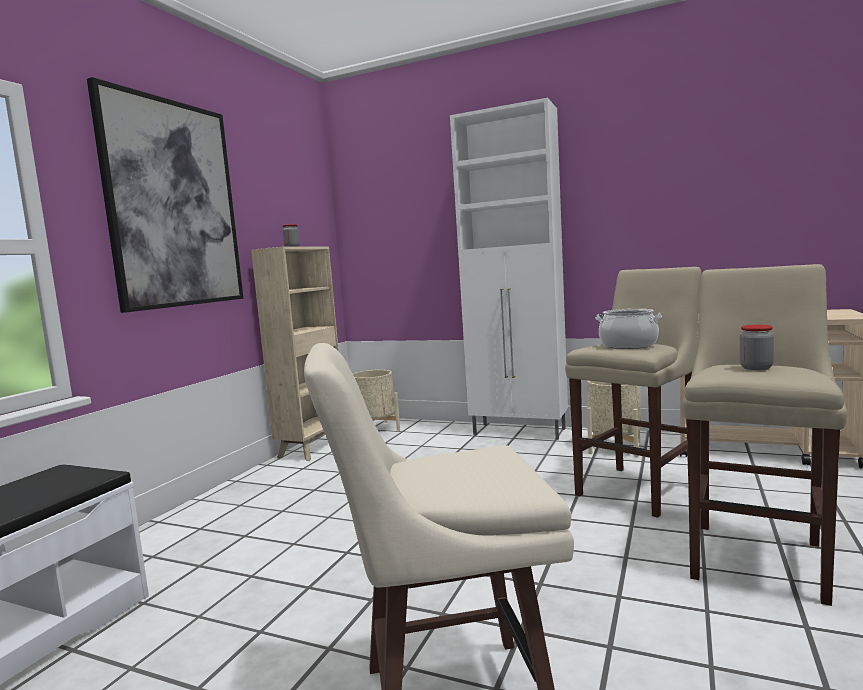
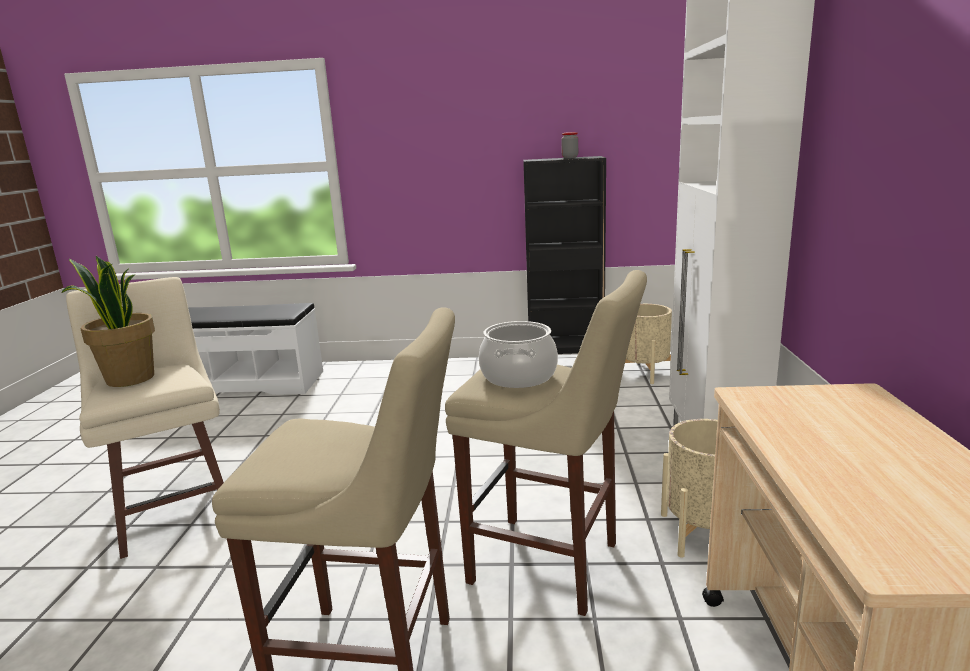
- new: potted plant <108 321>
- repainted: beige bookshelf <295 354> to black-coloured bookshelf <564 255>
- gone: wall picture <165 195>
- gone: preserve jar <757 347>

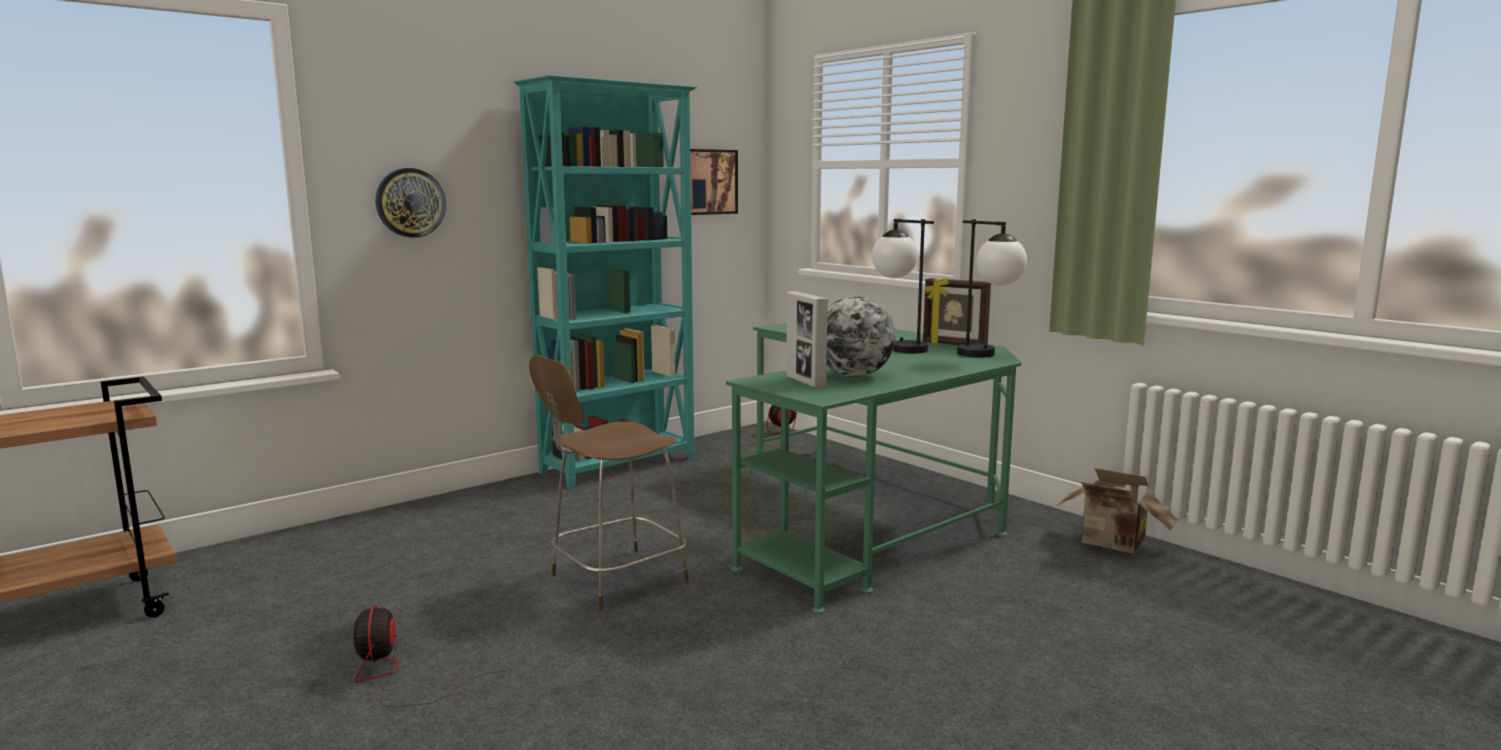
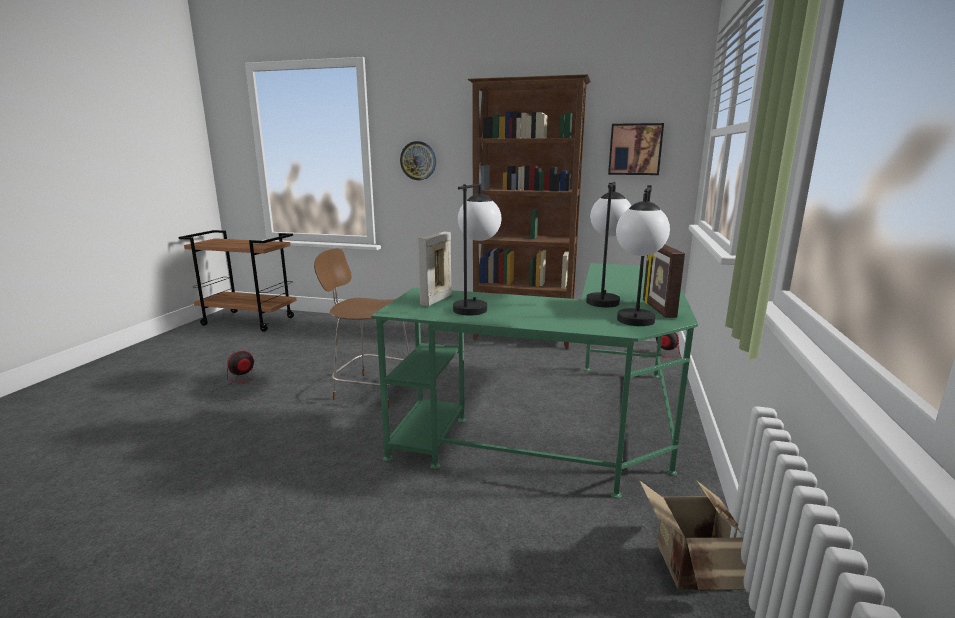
- swapped: world globe <860 336> to table lamp <477 249>
- repainted: turquoise bookshelf <605 282> to brownish bookshelf <529 211>

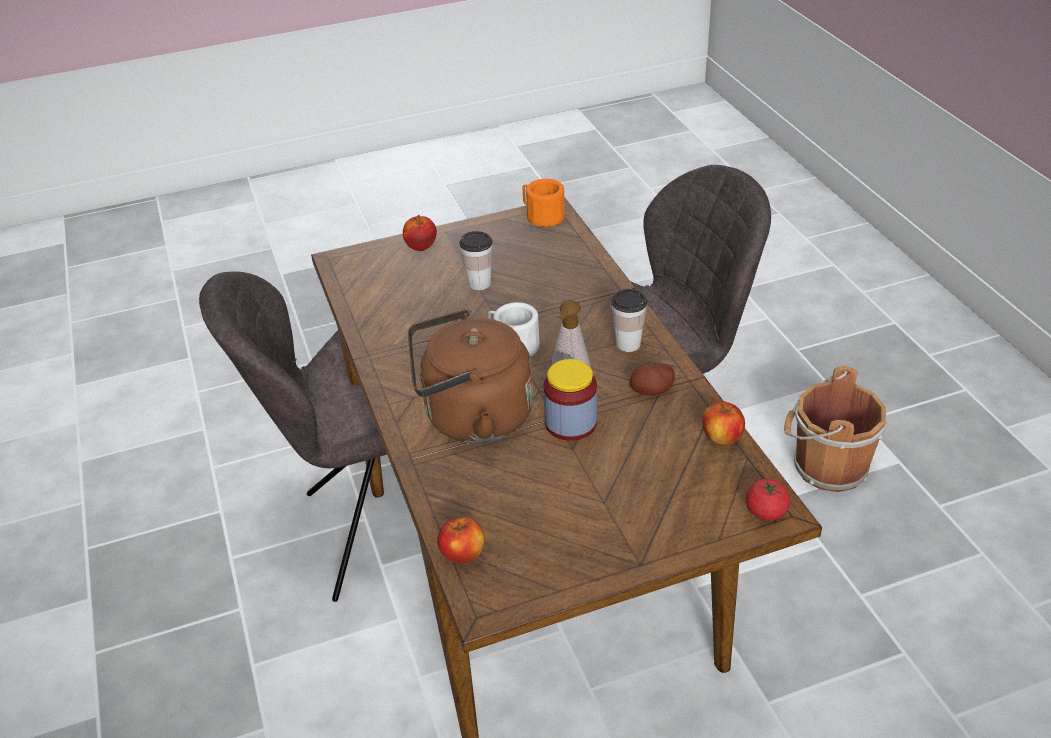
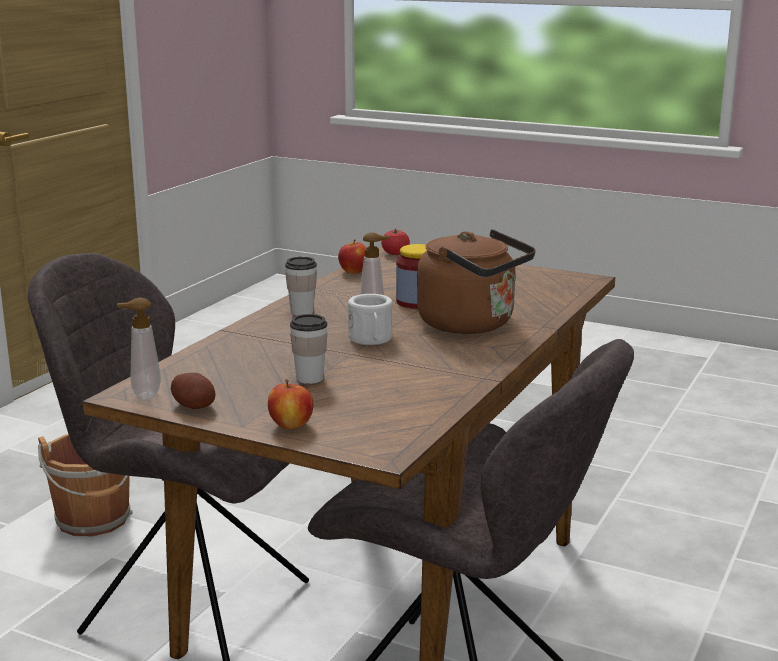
- swapped: orangey mug <544 203> to soap bottle <139 349>
- shifted: whole potato <652 379> to <193 391>
- gone: whole apple <460 540>

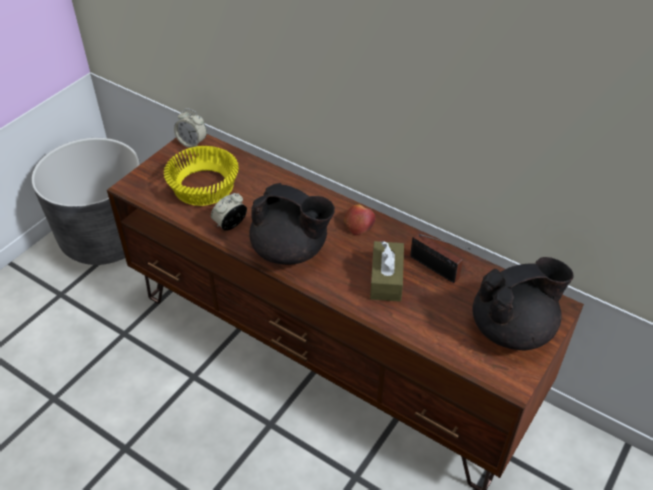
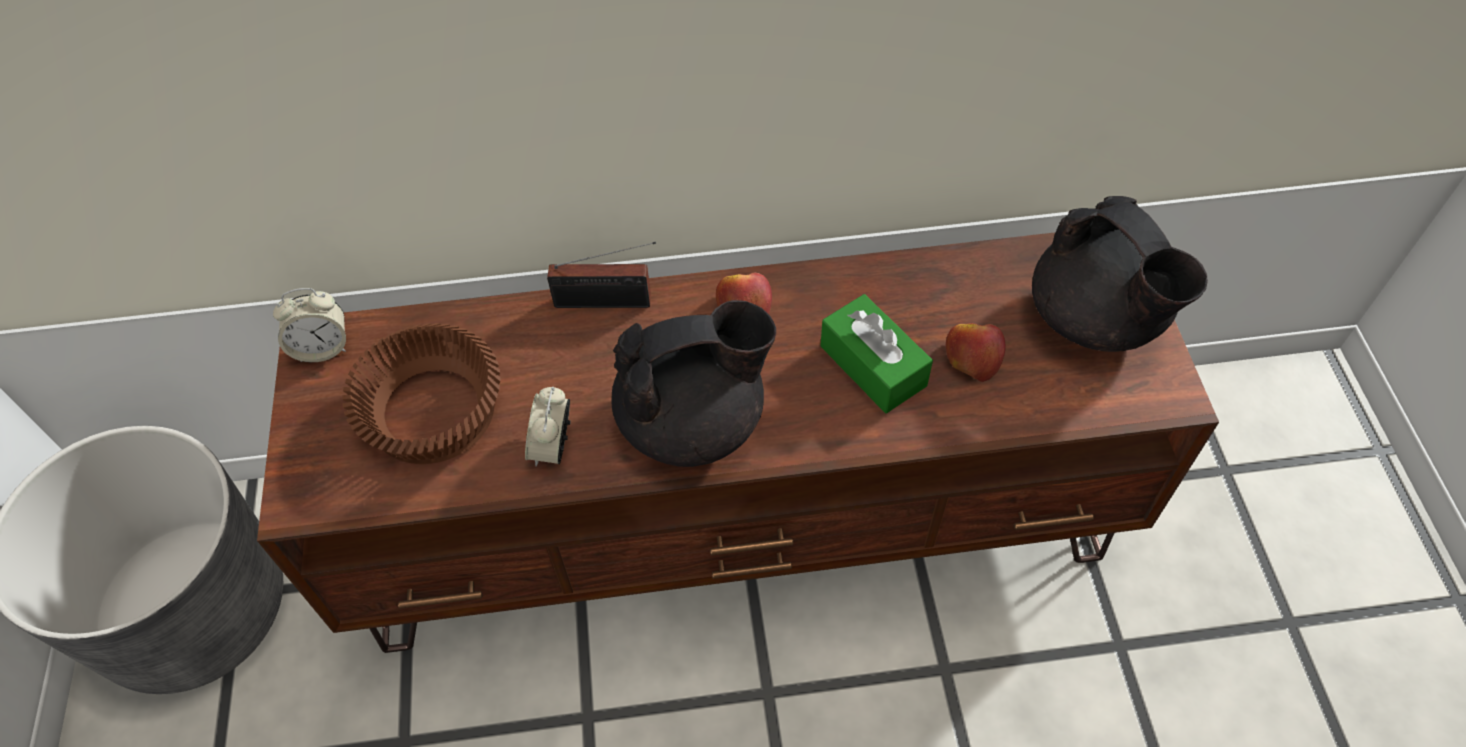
- repainted: yellow-coloured bowl <201 176> to brownish bowl <421 393>
- shifted: radio set <440 258> to <601 275>
- repainted: brownish box of tissues <387 271> to green-coloured box of tissues <876 353>
- new: whole apple <976 352>
- rotated: black-coloured teapot <523 303> = <1120 274> 120 degrees clockwise

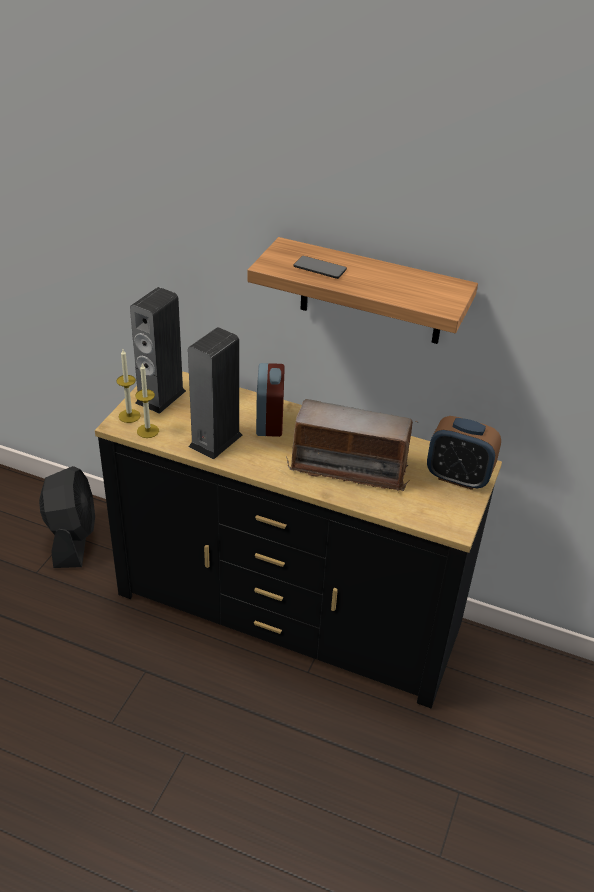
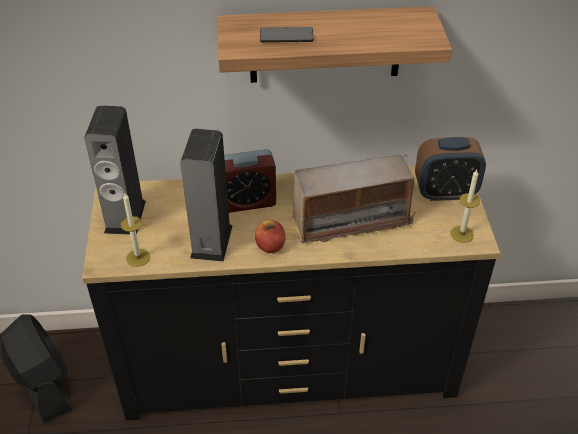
- rotated: alarm clock <270 400> = <250 181> 105 degrees clockwise
- new: whole apple <270 236>
- shifted: candle <128 386> to <465 206>

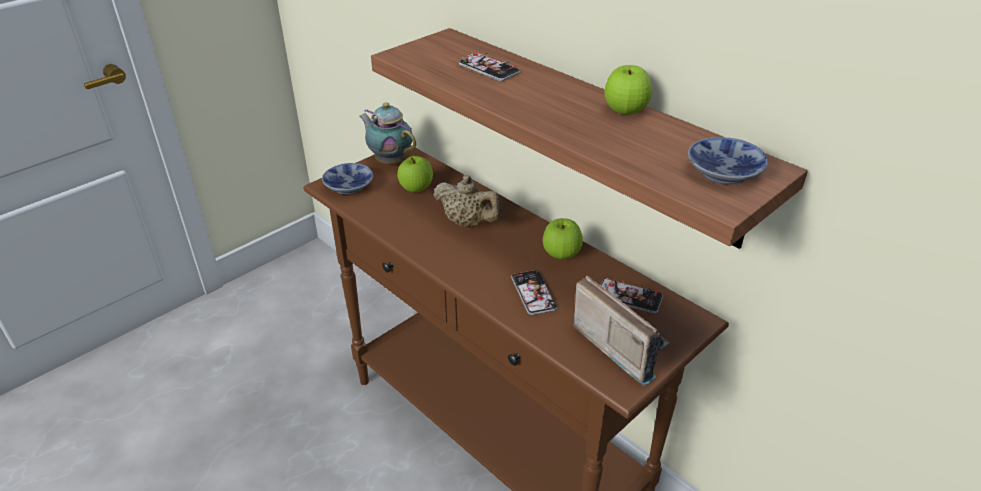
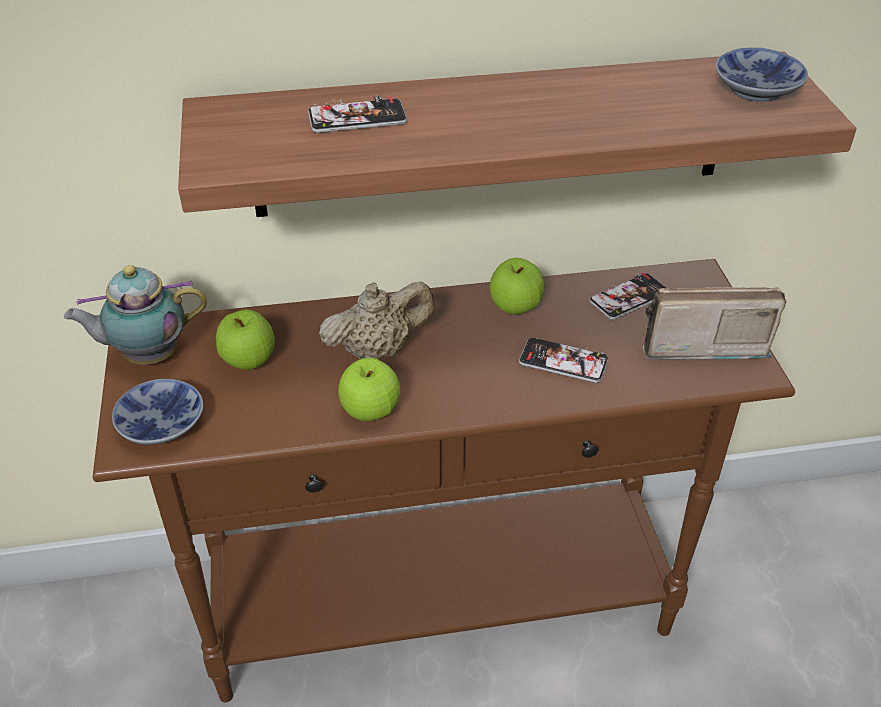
- shifted: whole apple <628 90> to <369 389>

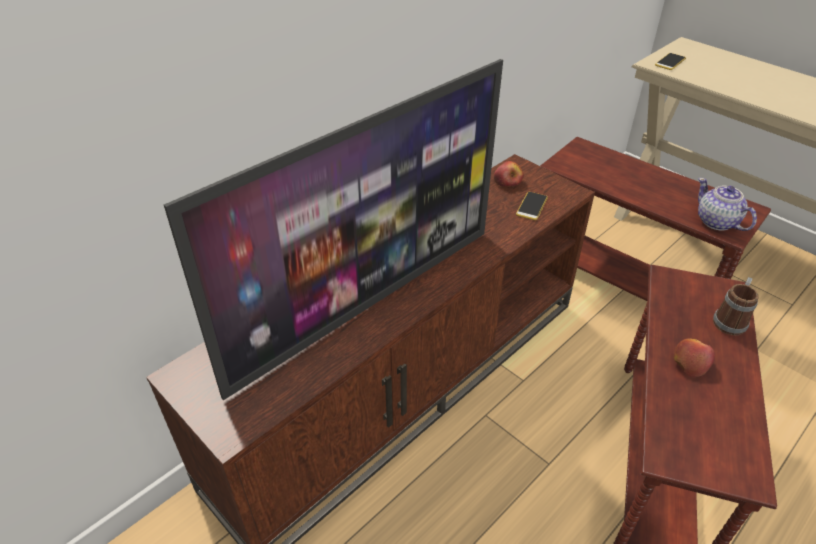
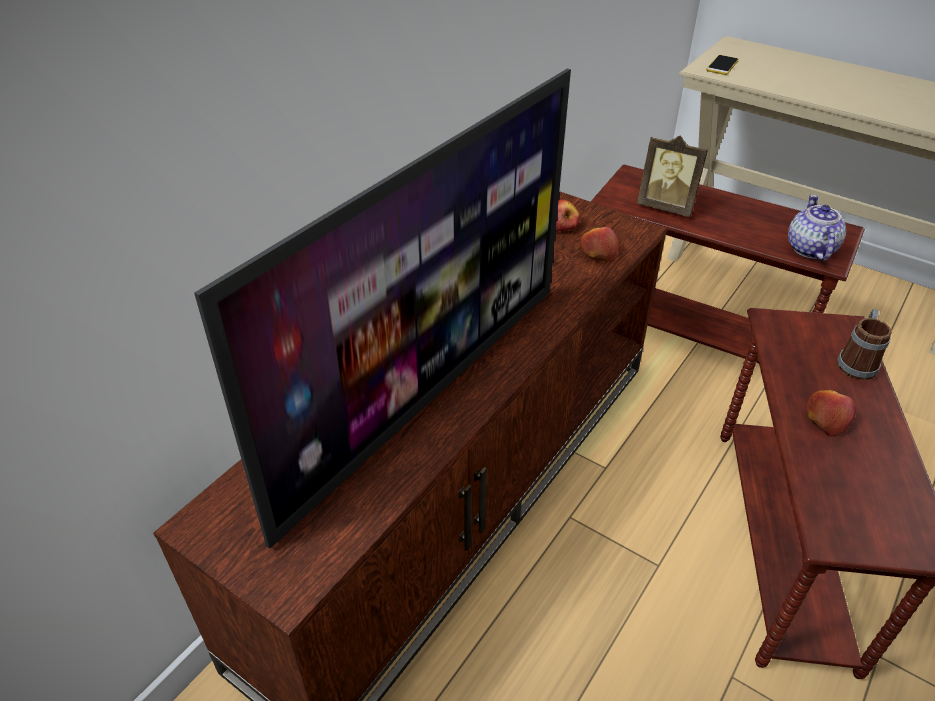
- swapped: phone <532 206> to whole apple <599 244>
- new: standing frame <672 176>
- rotated: teapot <727 204> = <817 227> 45 degrees clockwise

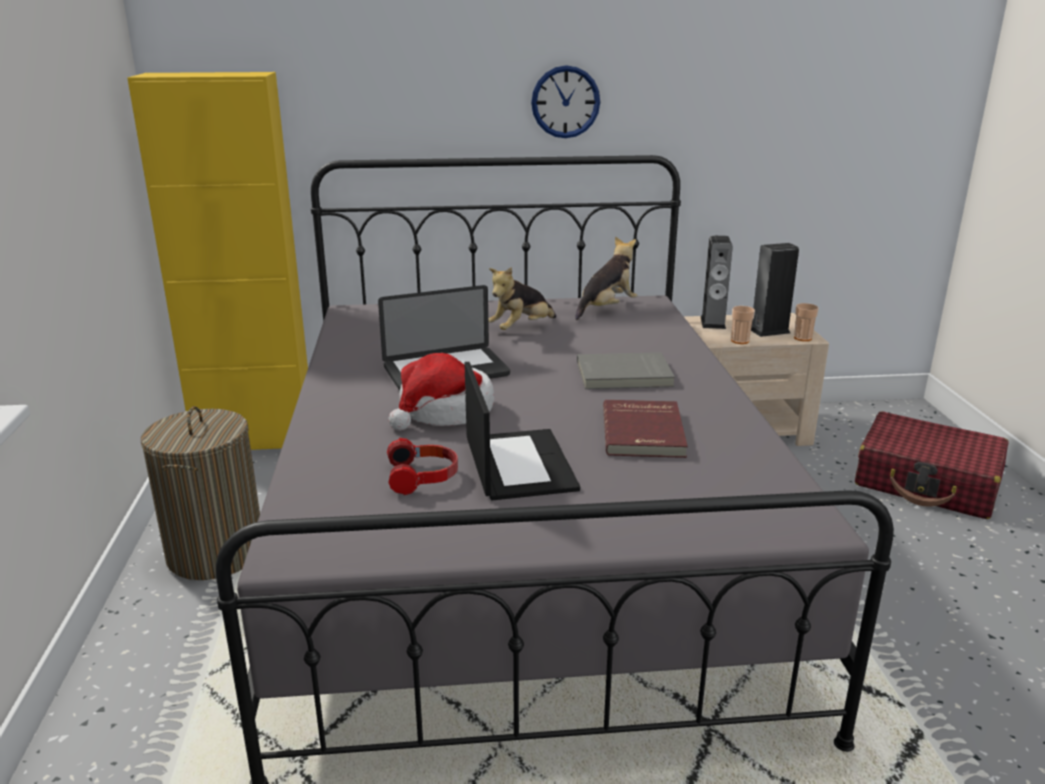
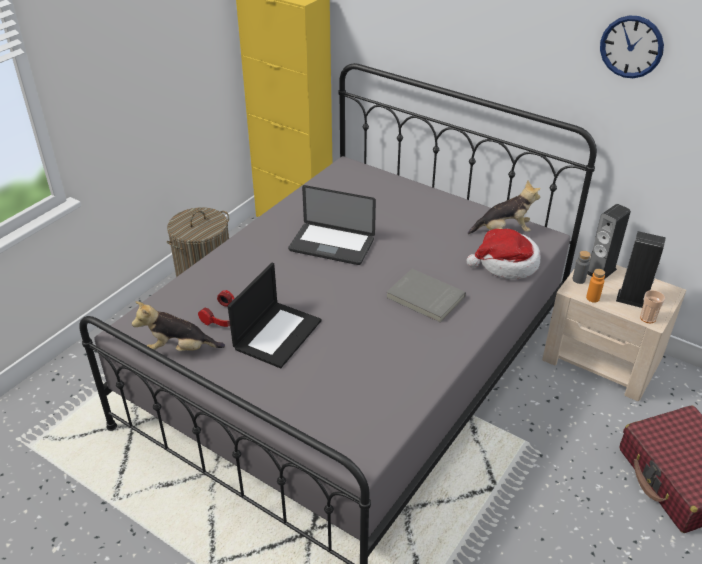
- shifted: soft toy <522 298> to <178 326>
- shifted: clothing hat <441 392> to <503 254>
- new: gray beverage bottle <581 267>
- swapped: cup <743 325> to orangey beverage bottle <595 286>
- shifted: wall clock <565 101> to <632 47>
- gone: red volume <645 429>

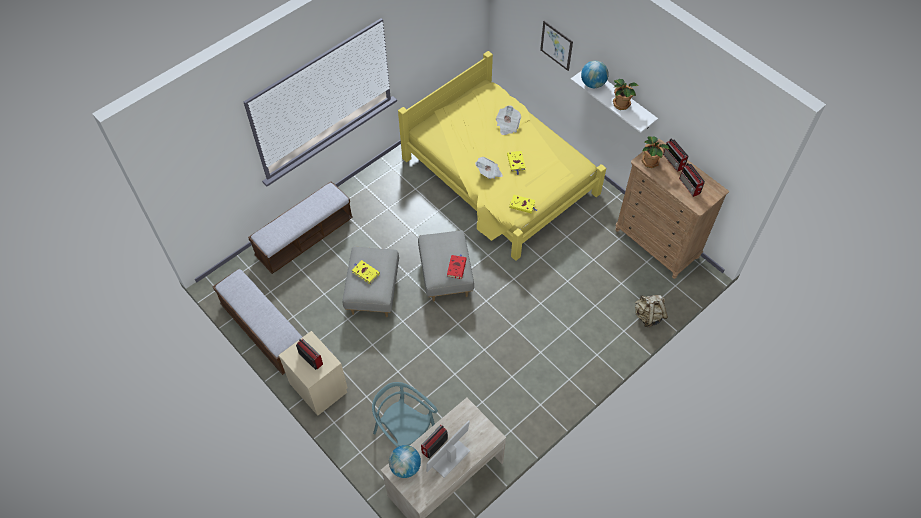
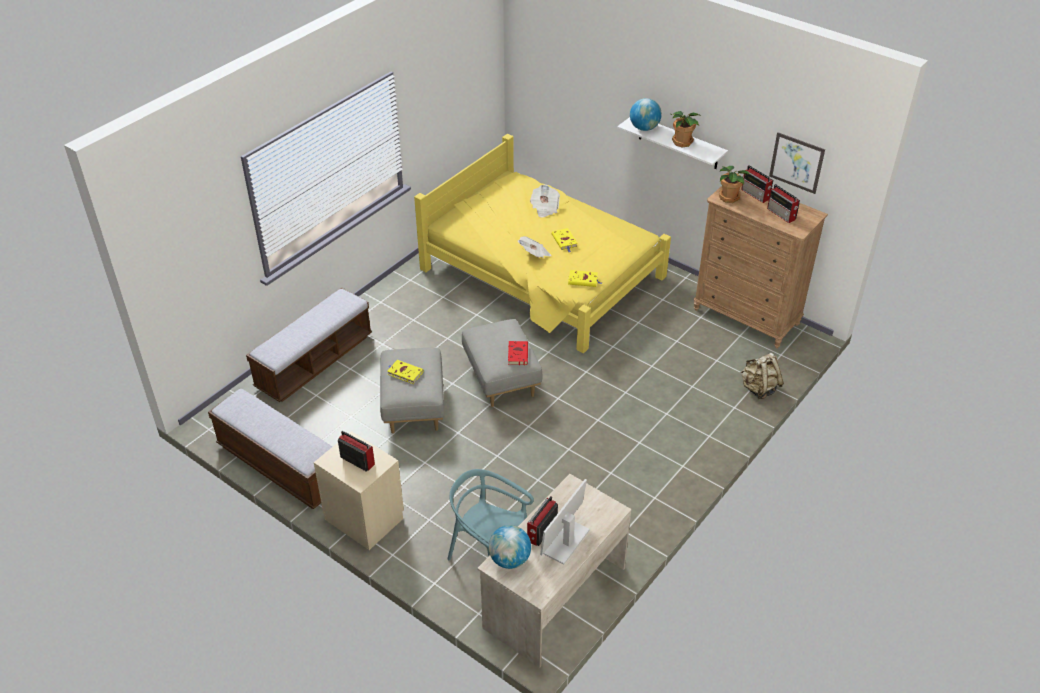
- shifted: wall picture <556 46> to <797 163>

